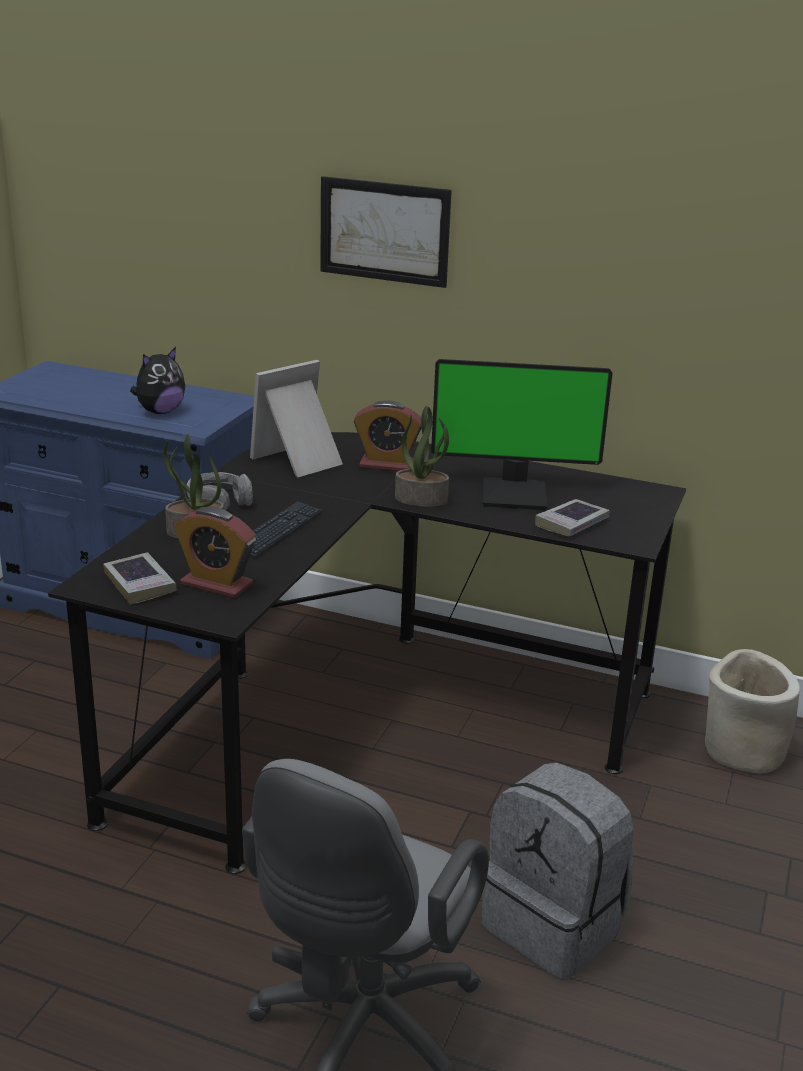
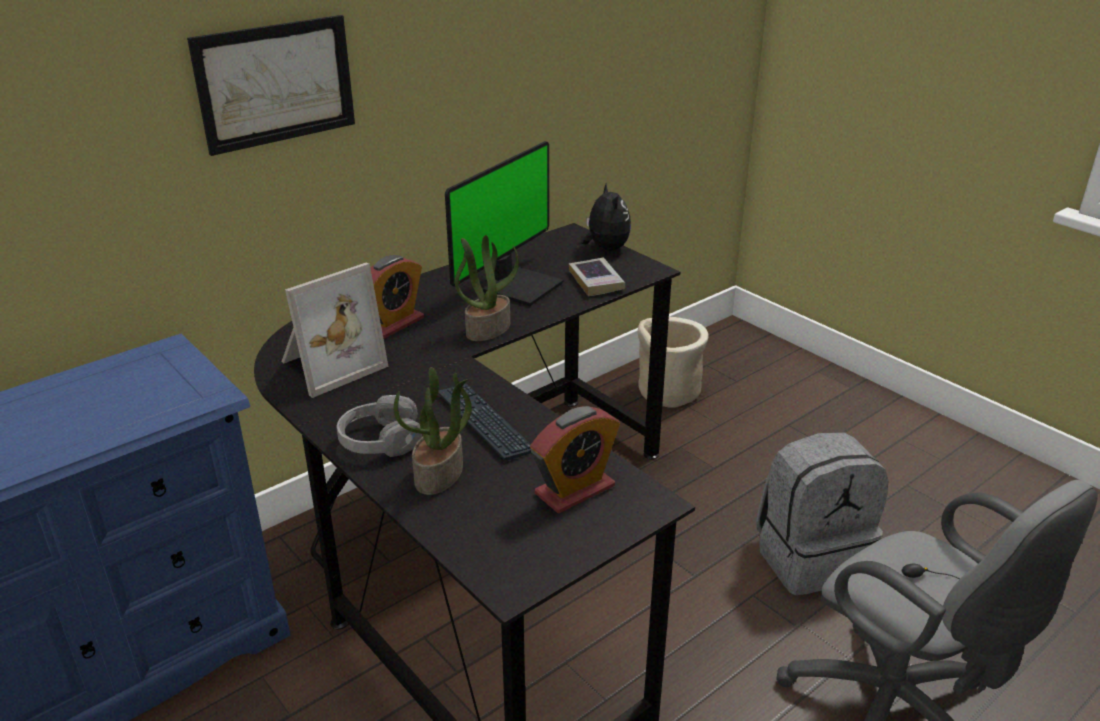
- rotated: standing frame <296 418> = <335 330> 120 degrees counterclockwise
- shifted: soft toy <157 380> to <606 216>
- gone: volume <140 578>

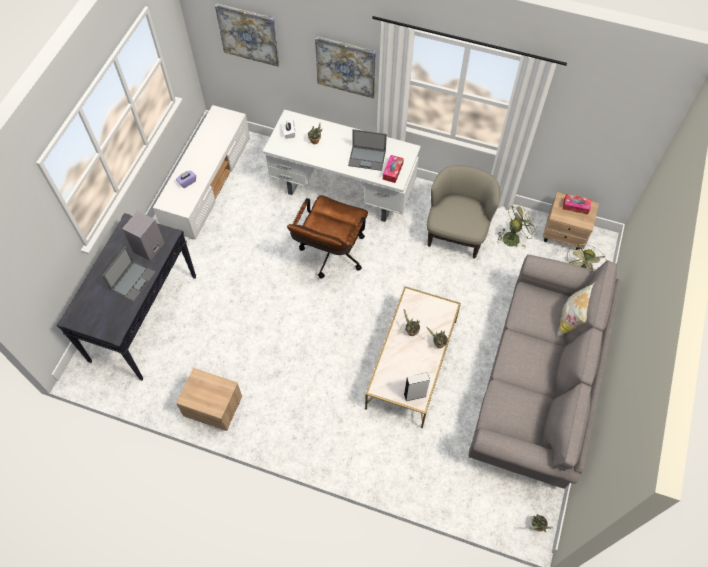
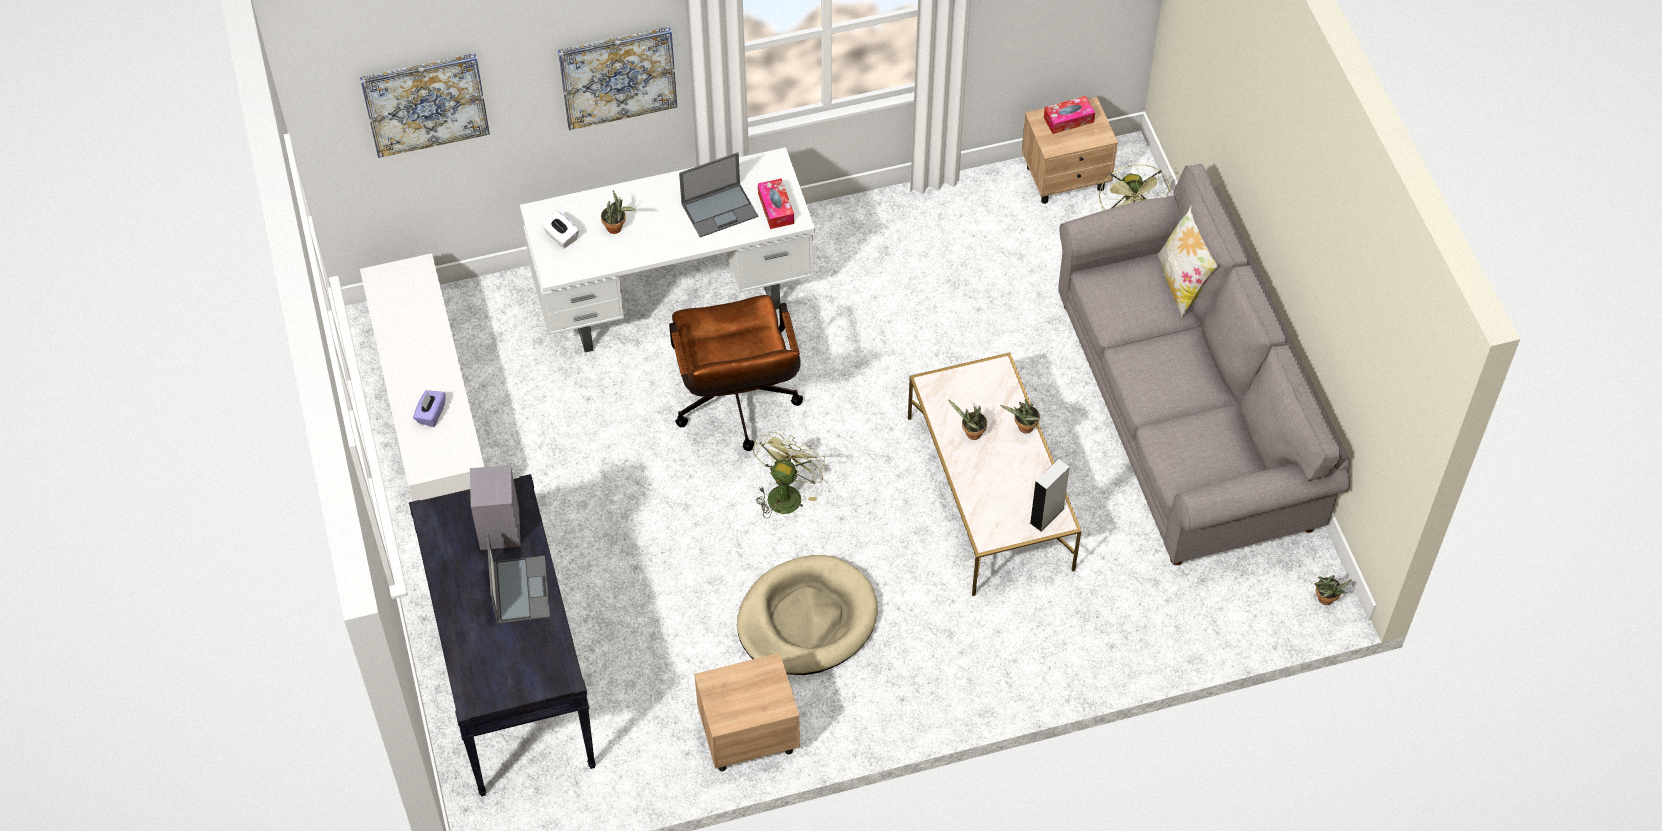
- new: beige pet bed <807 615>
- shifted: green-coloured electric fan <517 225> to <790 474>
- gone: beige lounge chair <463 212>

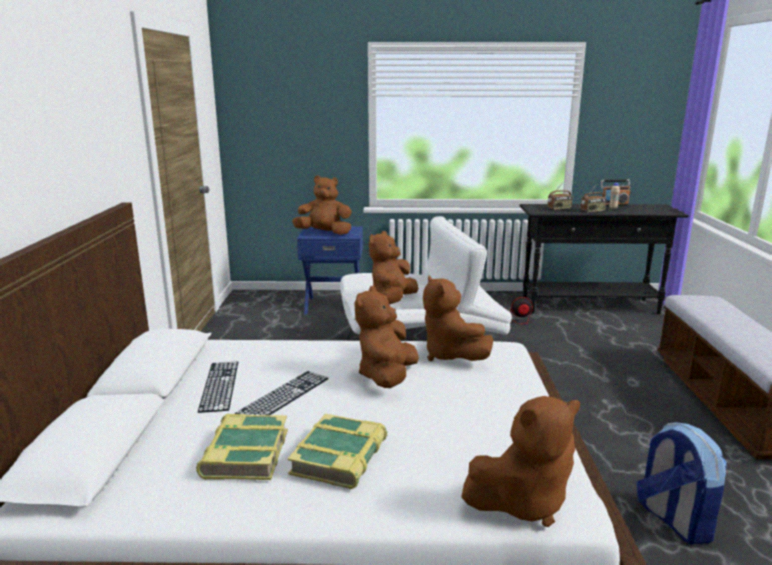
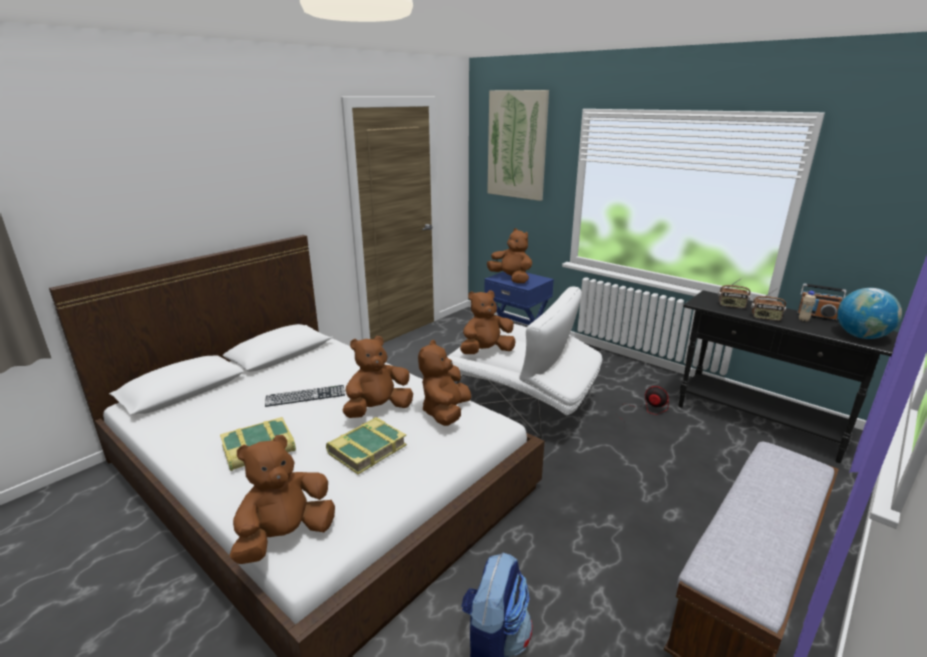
- rotated: brownish soft toy <520 461> = <282 499> 120 degrees clockwise
- shifted: volume <242 447> to <366 446>
- new: wall picture <518 145>
- new: world globe <869 313>
- gone: keyboard <218 387>

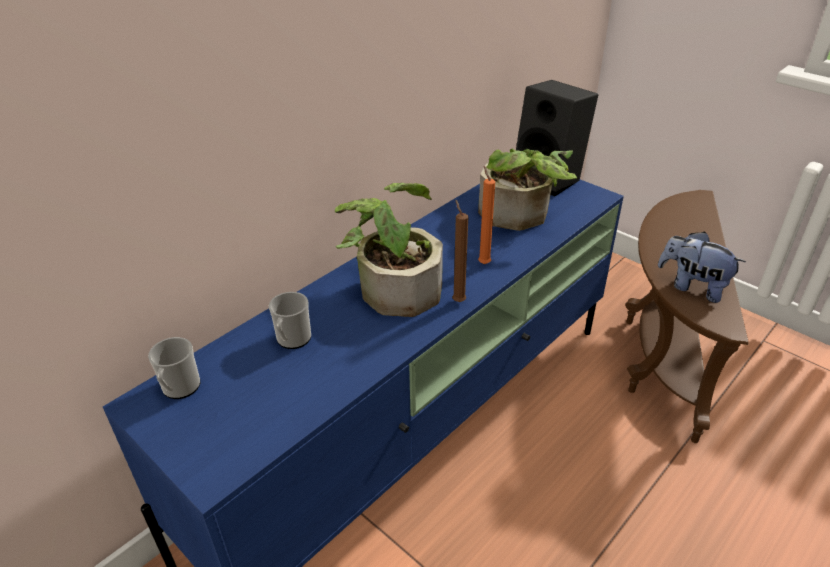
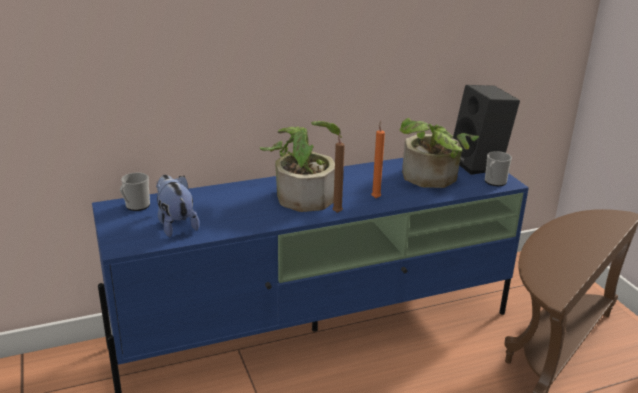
- shifted: soft toy <702 267> to <178 206>
- shifted: mug <290 320> to <498 168>

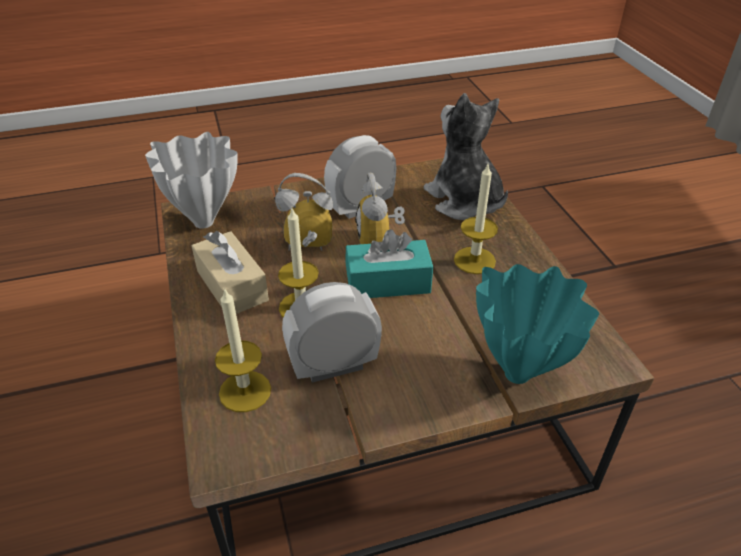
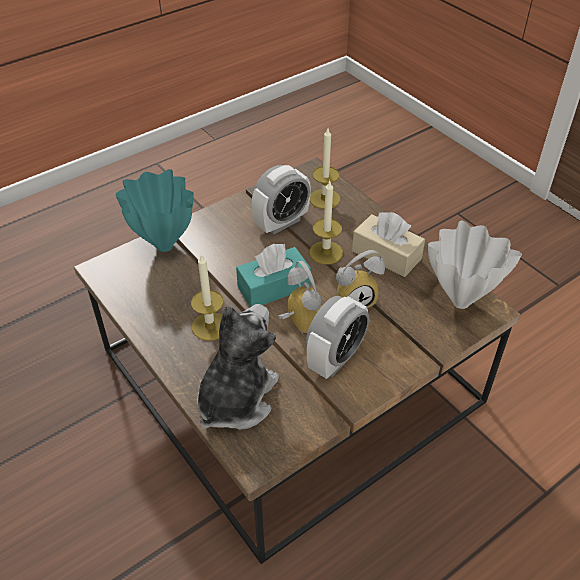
- rotated: soft toy <466 156> = <238 367> 105 degrees counterclockwise

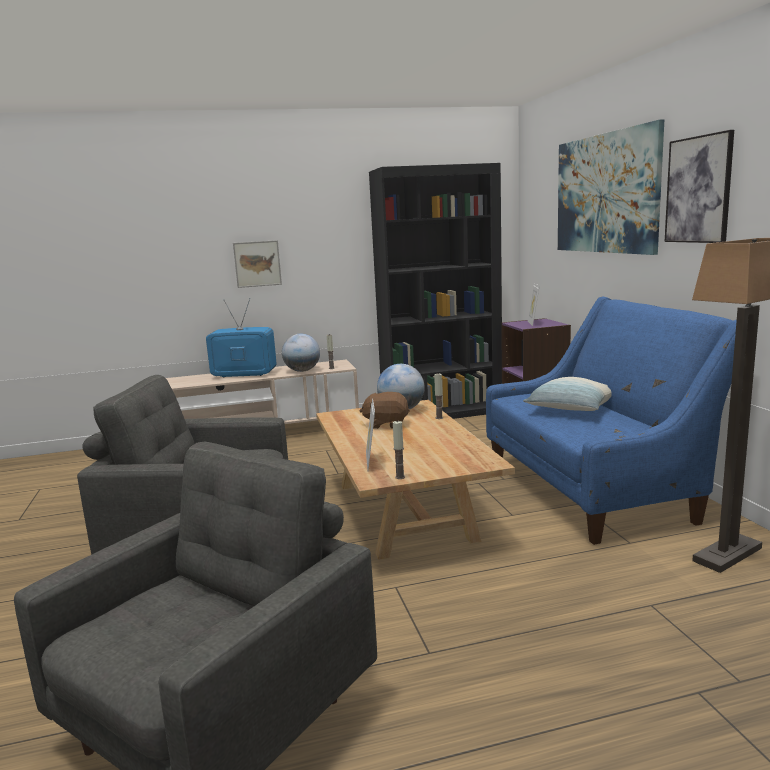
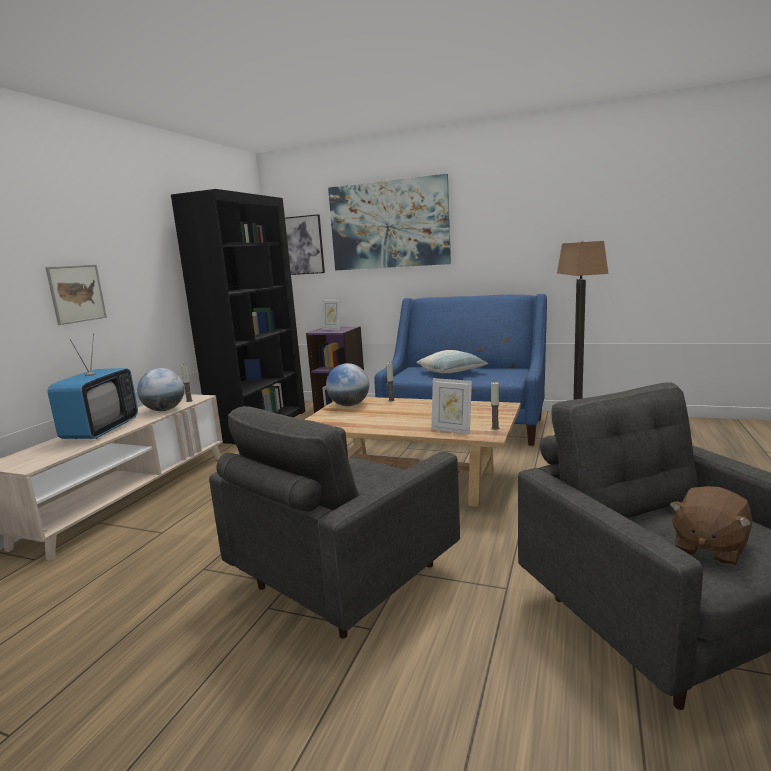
- rotated: TV set <241 338> = <92 386> 150 degrees clockwise
- shifted: wall picture <699 186> to <305 244>
- shifted: brownish soft toy <385 410> to <711 526>

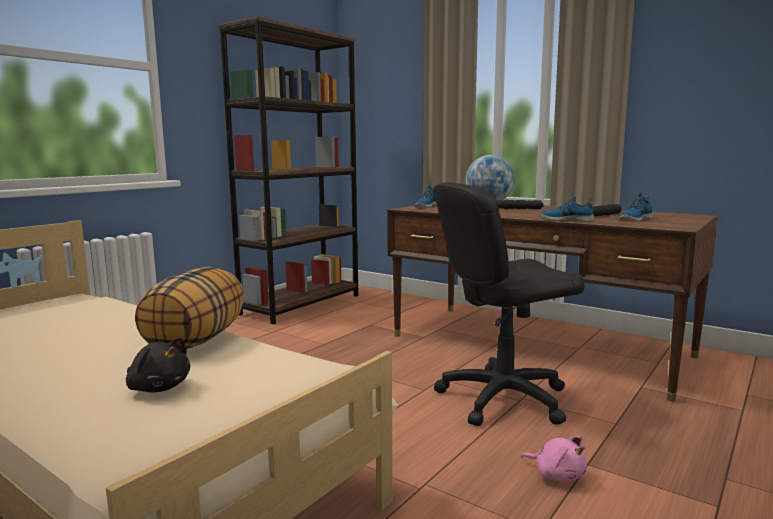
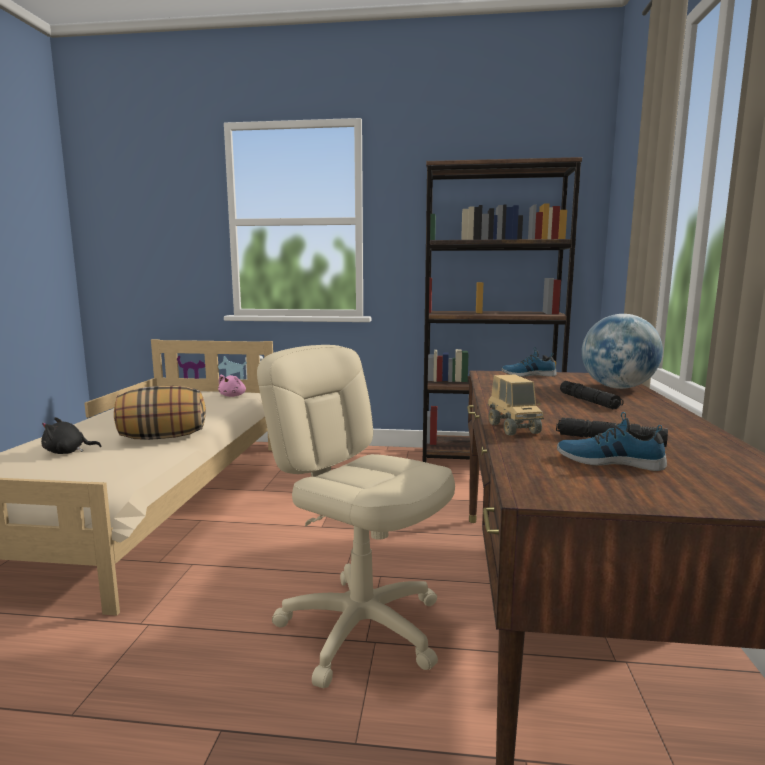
- rotated: black-coloured soft toy <158 364> = <71 435> 75 degrees clockwise
- shifted: pink soft toy <554 459> to <232 386>
- repainted: black-coloured computer chair <509 304> to beige computer chair <356 516>
- swapped: shoe <567 207> to toy lorry <516 405>

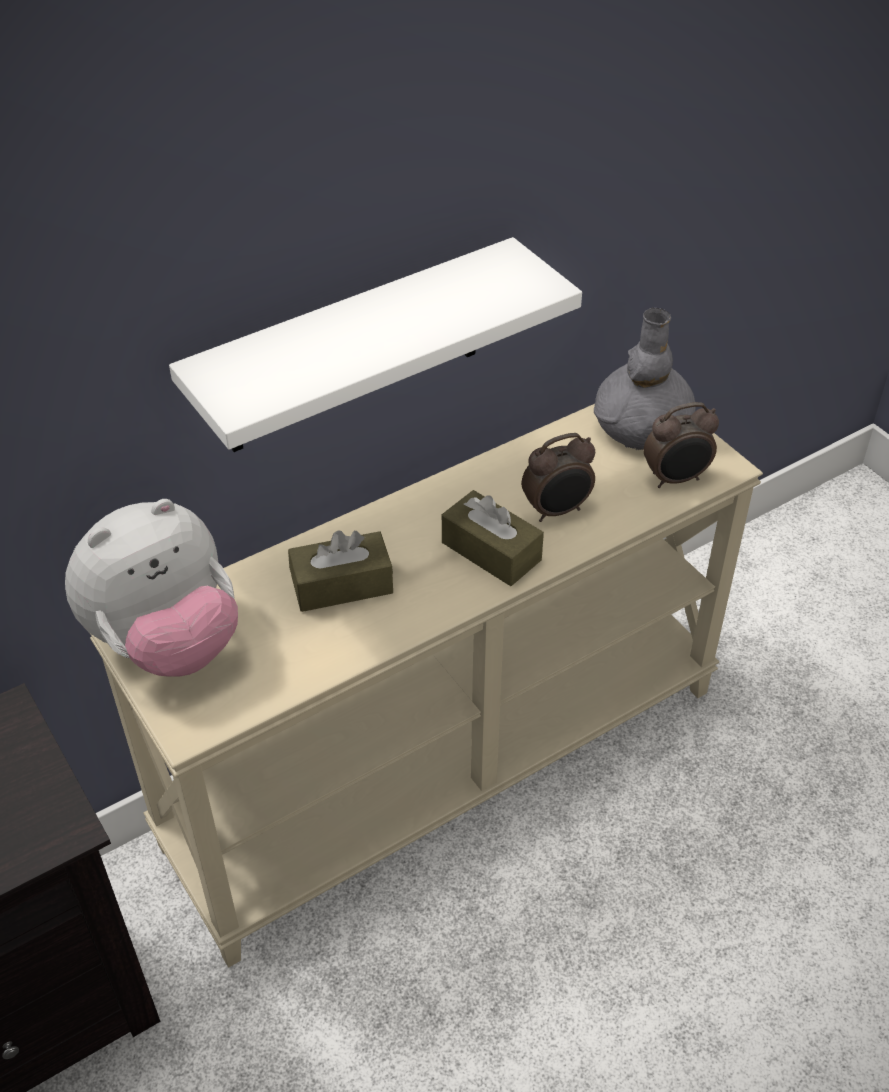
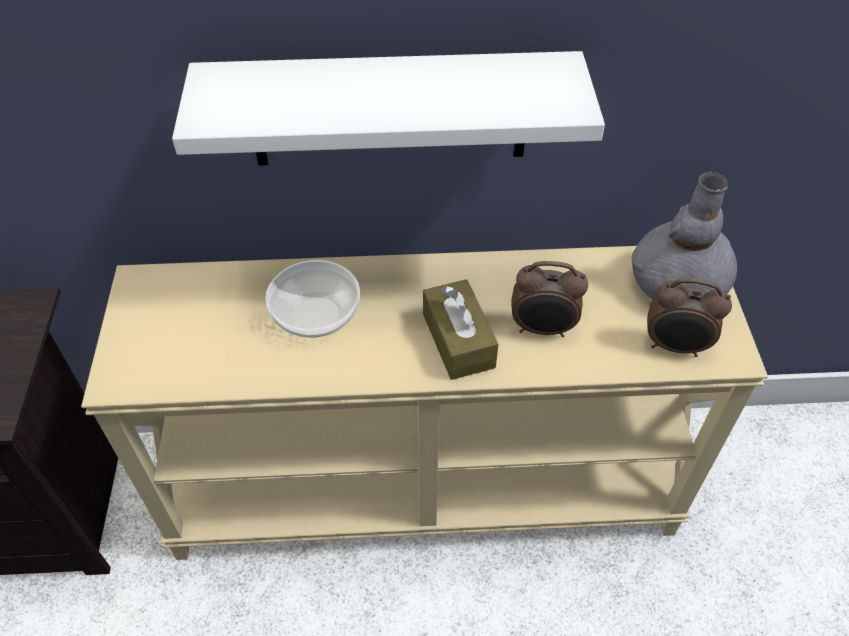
- swapped: brownish box of tissues <340 571> to bowl <312 299>
- gone: soft toy <151 588>

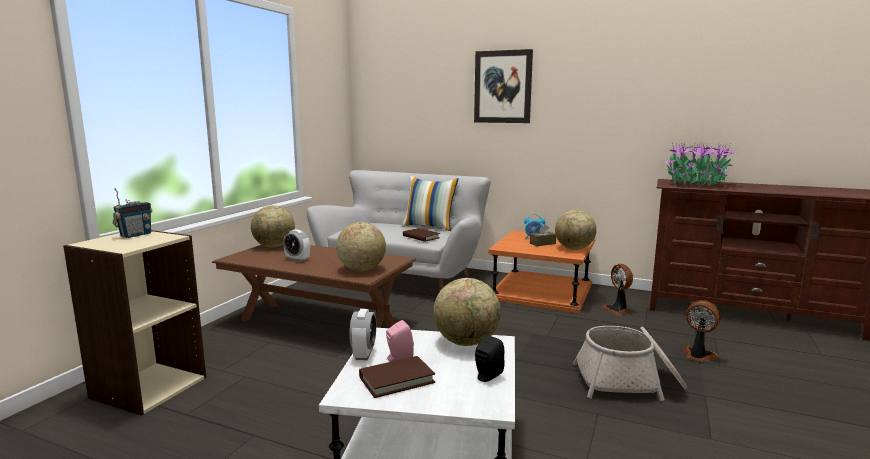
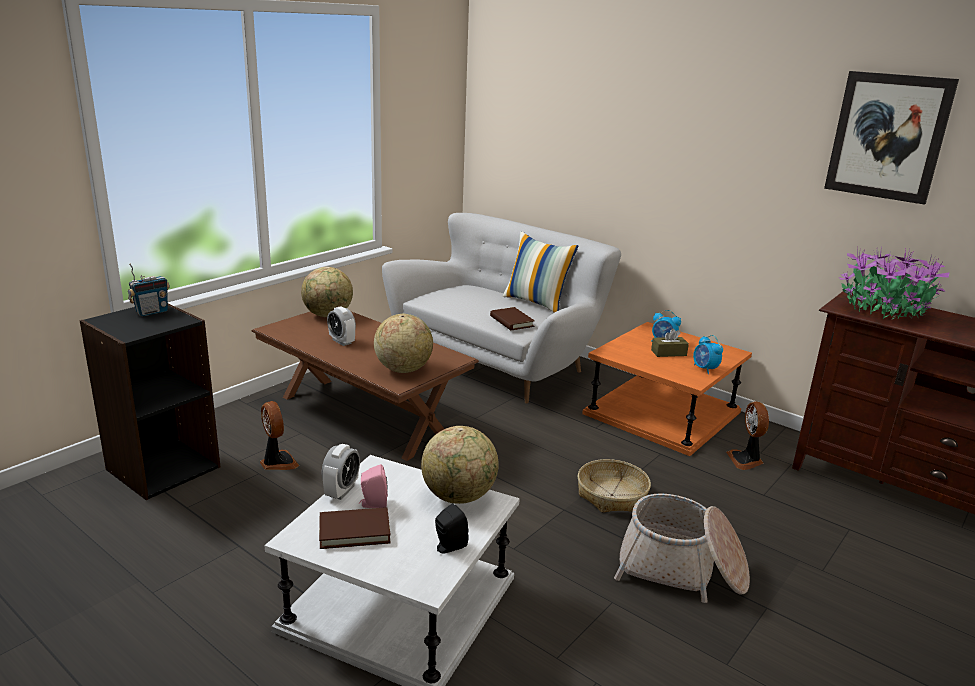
- repainted: beige bookshelf <134 323> to black-coloured bookshelf <149 402>
- shifted: electric fan <702 331> to <279 435>
- new: storage basket <614 485>
- swapped: world globe <576 230> to alarm clock <708 354>
- shifted: wall picture <503 86> to <891 138>

